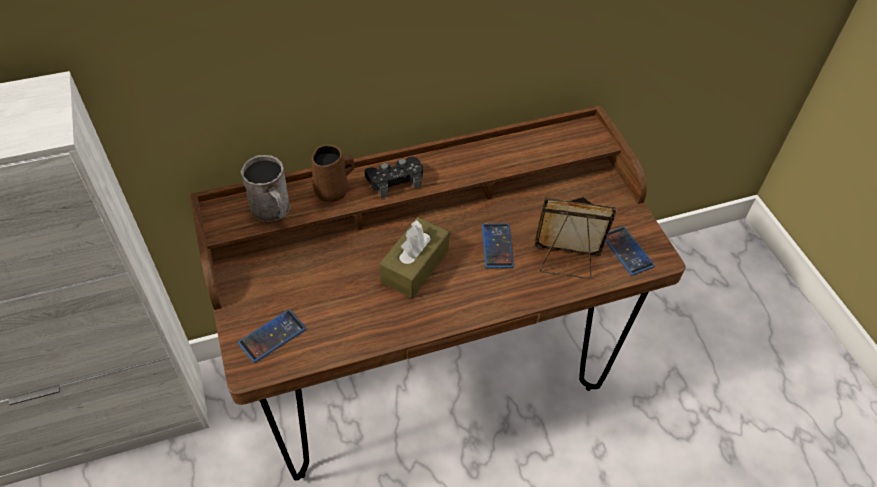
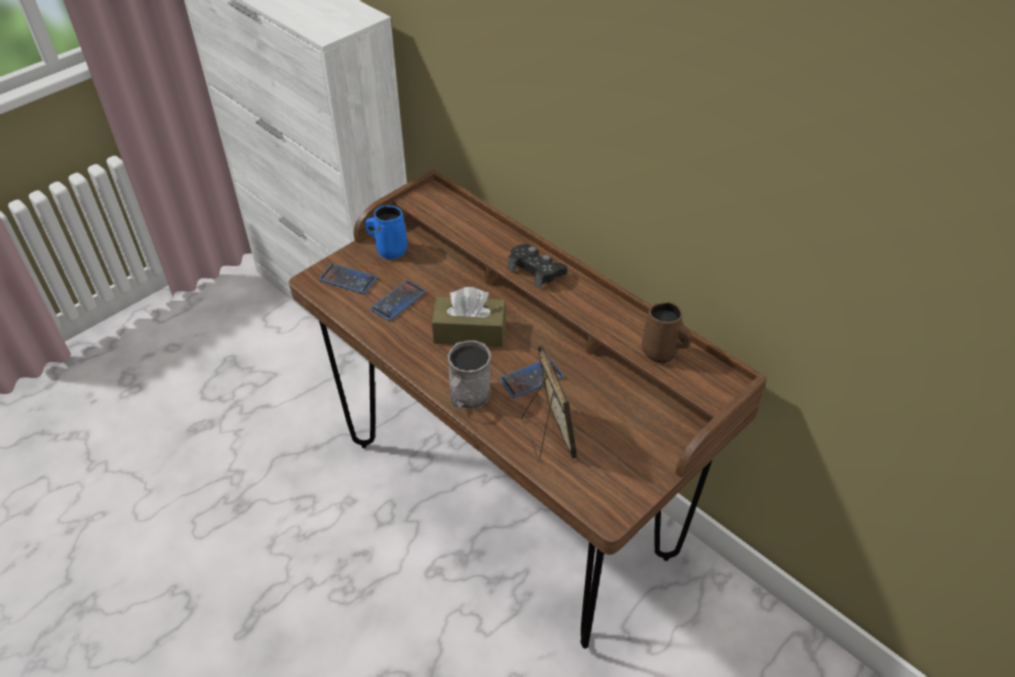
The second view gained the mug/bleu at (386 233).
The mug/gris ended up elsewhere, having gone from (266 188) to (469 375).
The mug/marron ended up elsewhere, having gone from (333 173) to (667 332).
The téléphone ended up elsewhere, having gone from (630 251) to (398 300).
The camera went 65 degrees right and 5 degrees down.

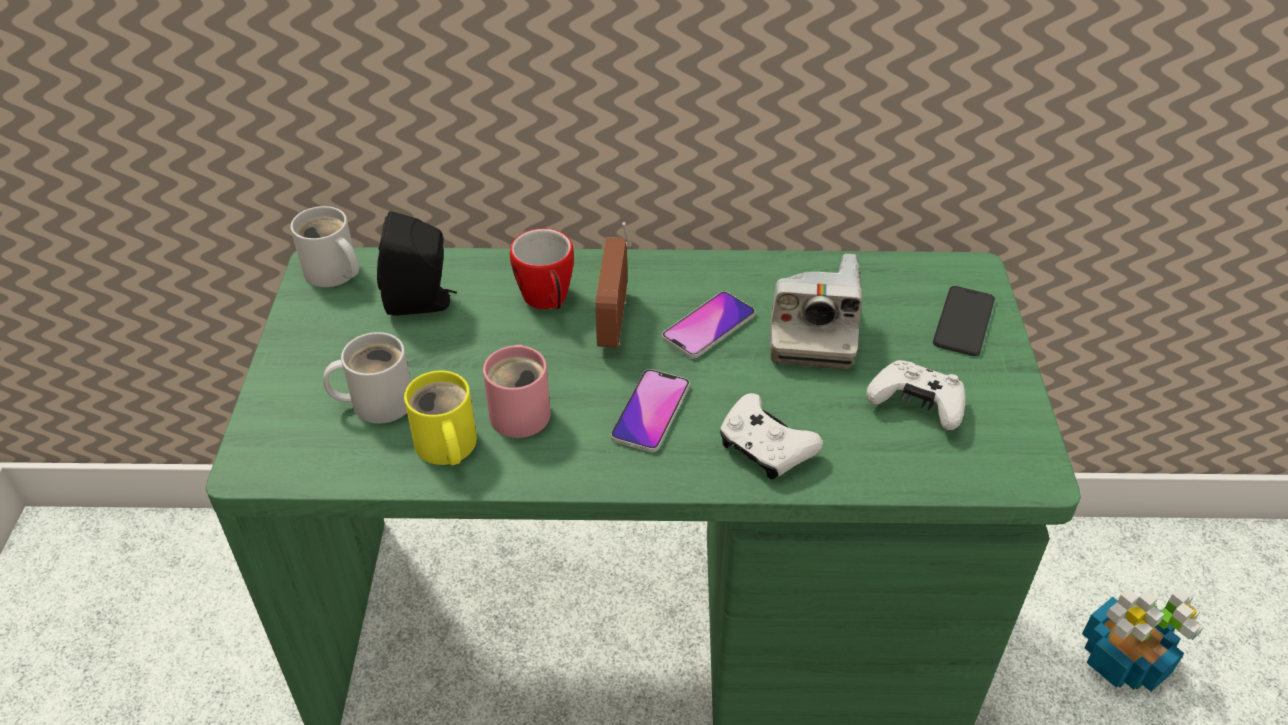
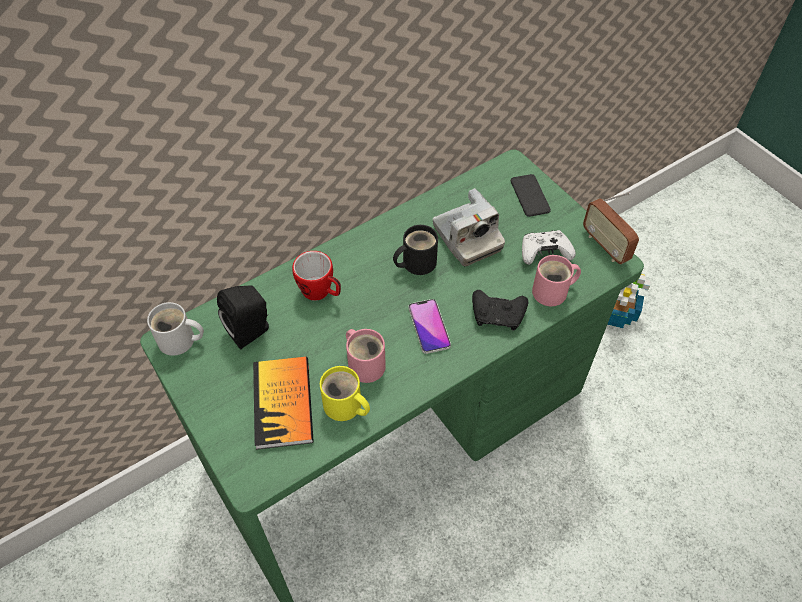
The second view gained the mug/rose at (556 280).
The radio ended up elsewhere, having gone from (613 285) to (611 228).
Where the mug/blanc stood at (367 378), the livre came to stand at (283 403).
Where the téléphone stood at (708 325), the mug/noir came to stand at (415 250).
What was the manette/blanc at (771 436) turned into the manette/noir at (500 310).
The camera went 35 degrees left and 10 degrees up.

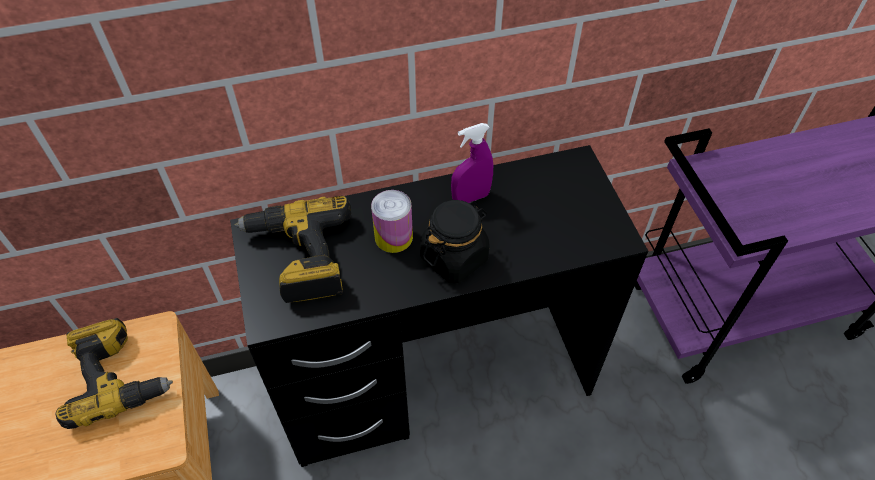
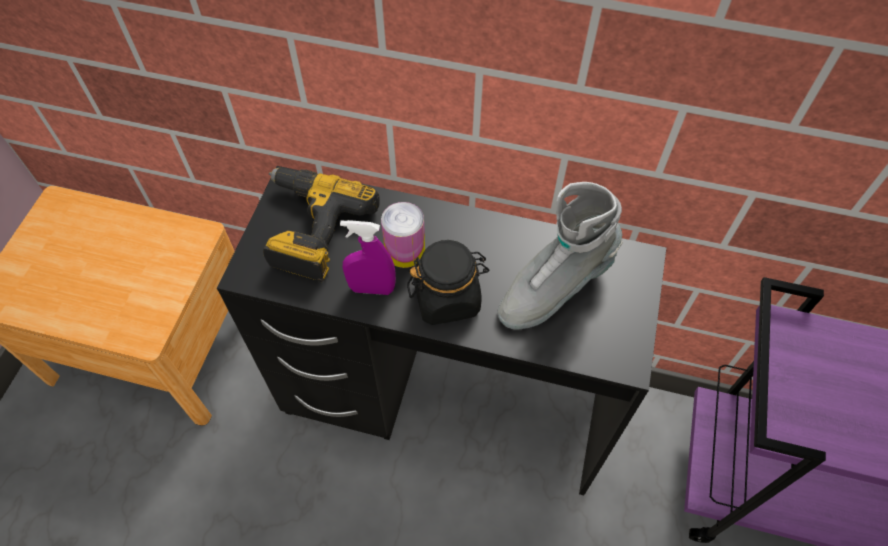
The second view lost the perceuse at (114 373).
The second view gained the botte/gris at (560 256).
The vaporisateur/violet ended up elsewhere, having gone from (472 163) to (368 257).
The camera went 30 degrees right and 5 degrees up.

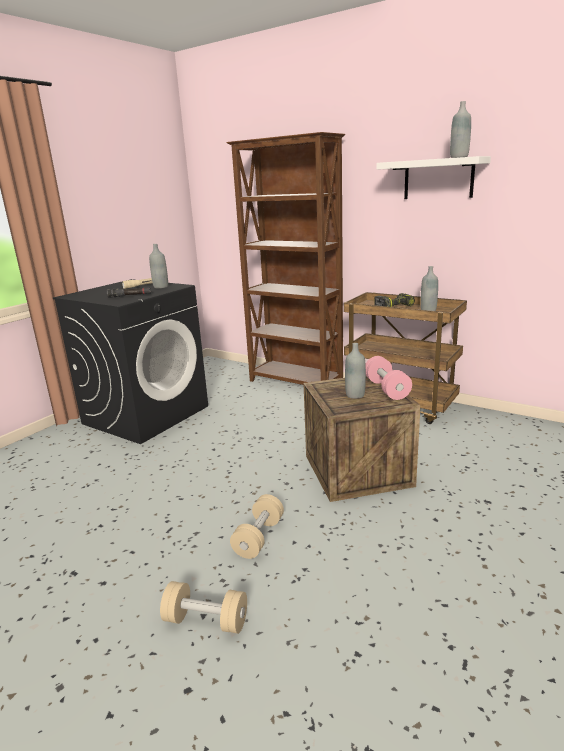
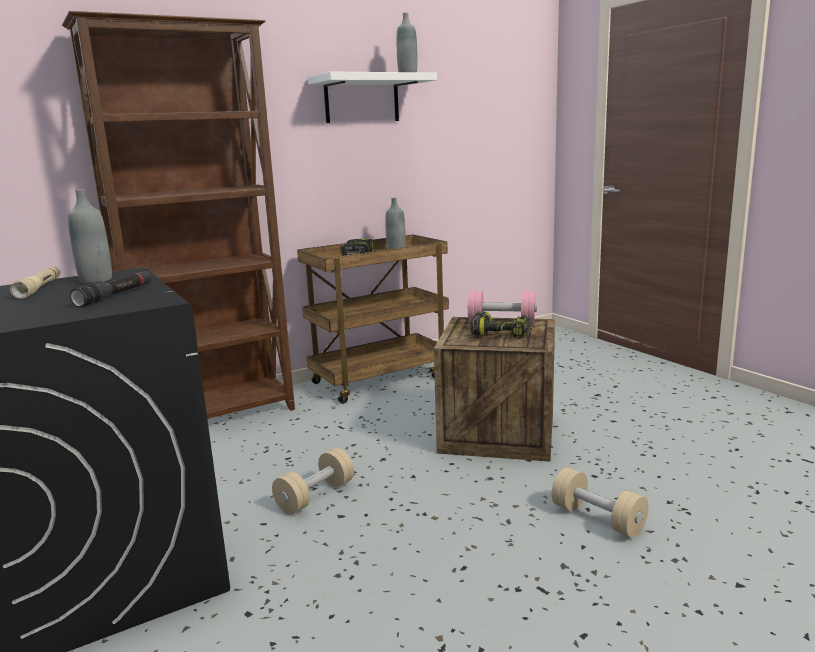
The haltère/beige ended up elsewhere, having gone from (203 607) to (313 481).
Where the bouteille/gris stood at (355 371), the perceuse came to stand at (501 324).
The camera went 65 degrees left and 5 degrees down.

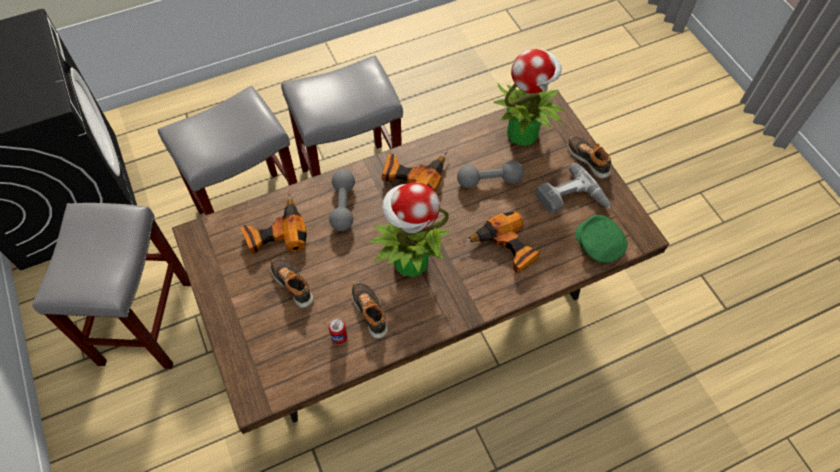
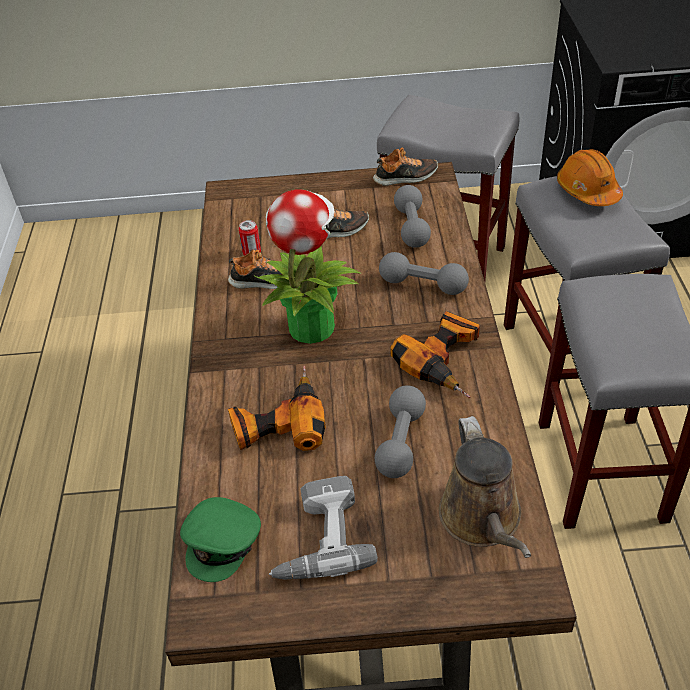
The second view gained the casque de chantier/orange at (590 177).
The chaussure ended up elsewhere, having gone from (589 157) to (405 167).
Where the perceuse stood at (273 222), the haltère/gris came to stand at (412 216).
Where the plante en pot stood at (528 97), the arrosoir/marron came to stand at (485 487).
The casquette/vert at (601 239) ended up facing another way, 120 degrees clockwise from before.
The camera went 115 degrees right and 15 degrees down.

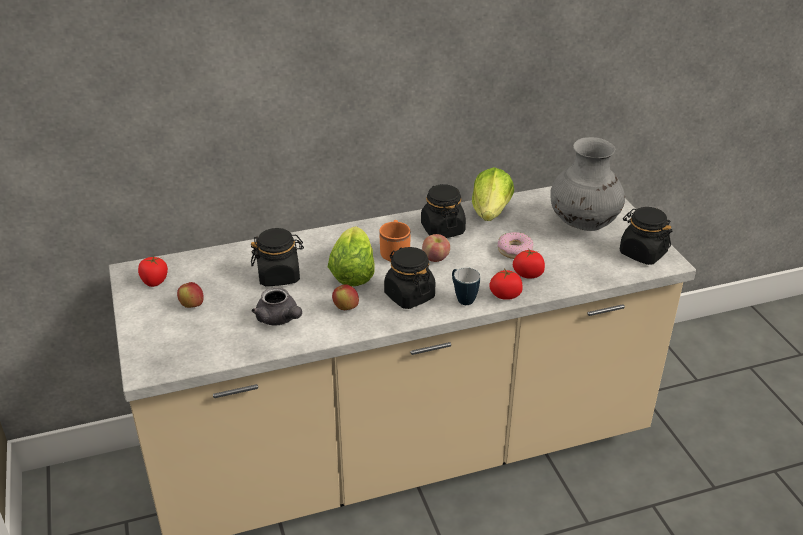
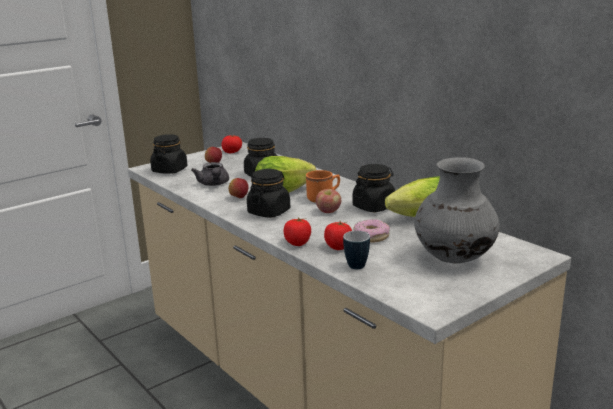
The mug ended up elsewhere, having gone from (466 286) to (356 250).
The bocal/noir ended up elsewhere, having gone from (646 236) to (168 154).
The théière/gris at (277 306) ended up facing another way, 45 degrees counterclockwise from before.
The camera went 70 degrees right and 15 degrees down.

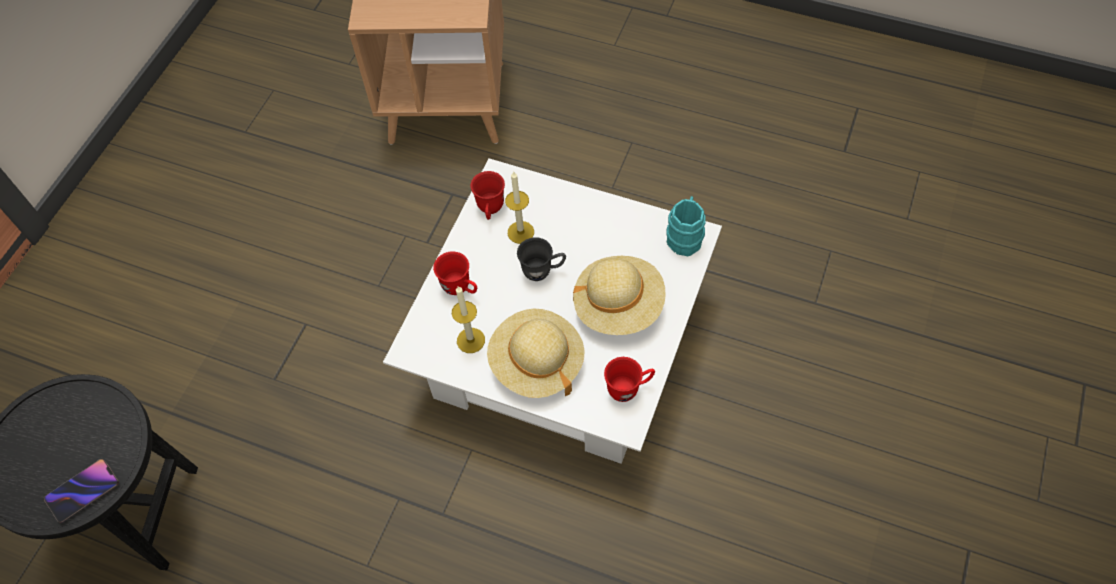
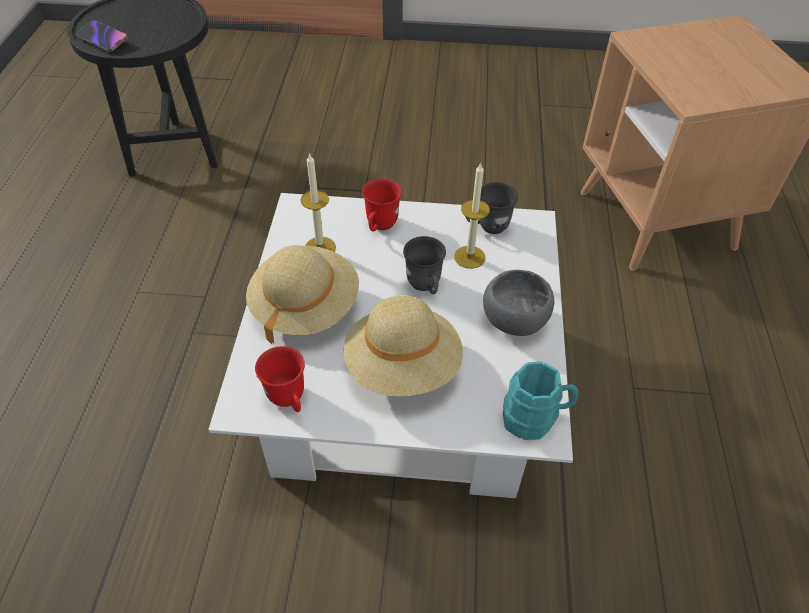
The second view gained the bol/gris at (518 303).
What was the mug/rouge at (487 195) turned into the mug/gris at (491 208).
The camera went 70 degrees right and 10 degrees down.

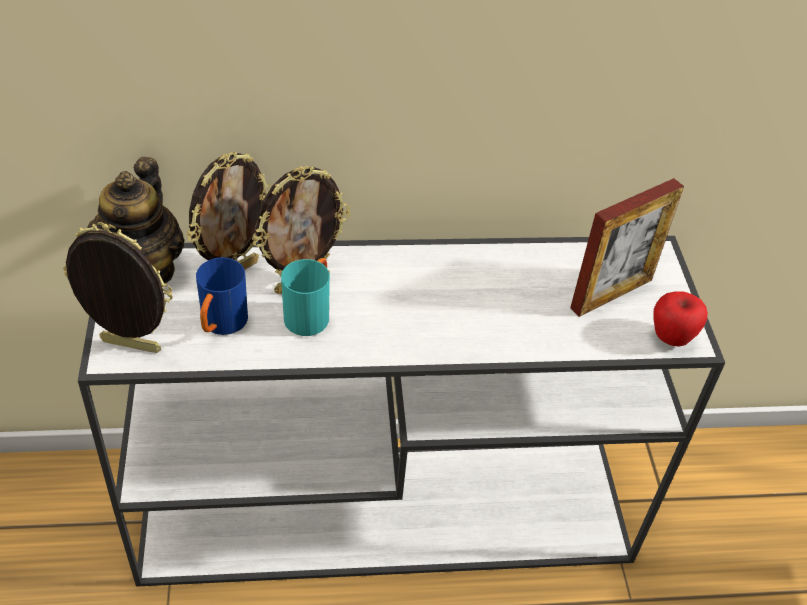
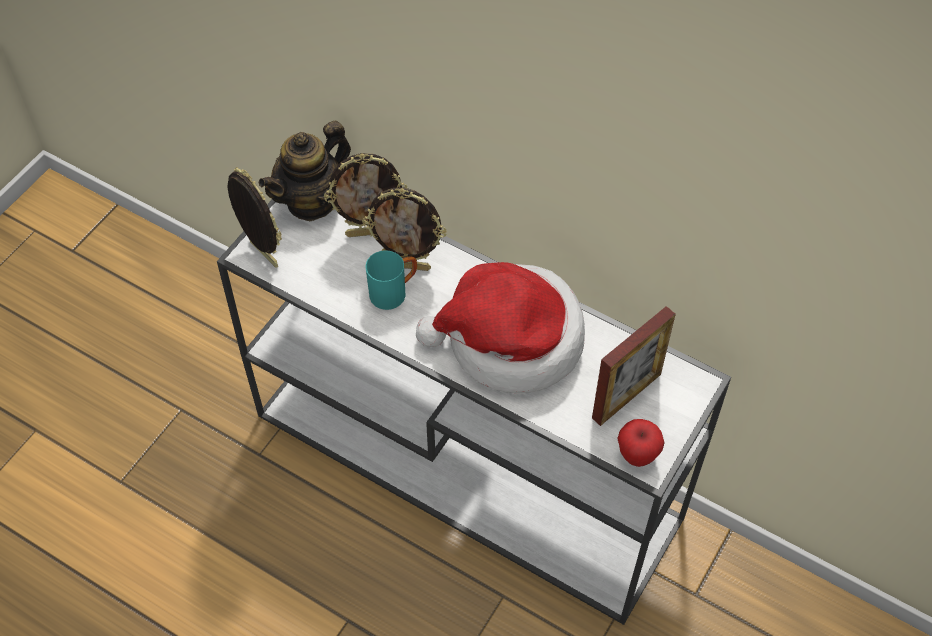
The second view lost the mug/bleu at (222 296).
The second view gained the chapeau at (500 327).
The cadre photo at (627 247) ended up facing another way, 45 degrees counterclockwise from before.
The camera went 40 degrees right and 10 degrees up.

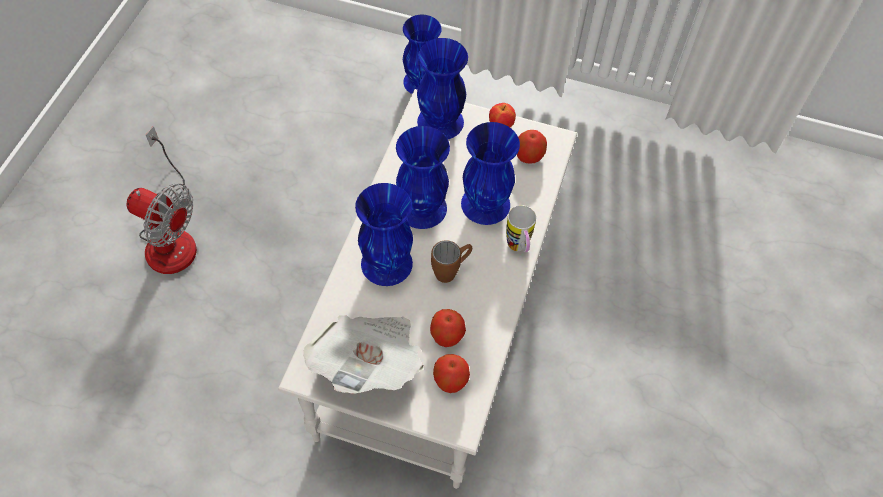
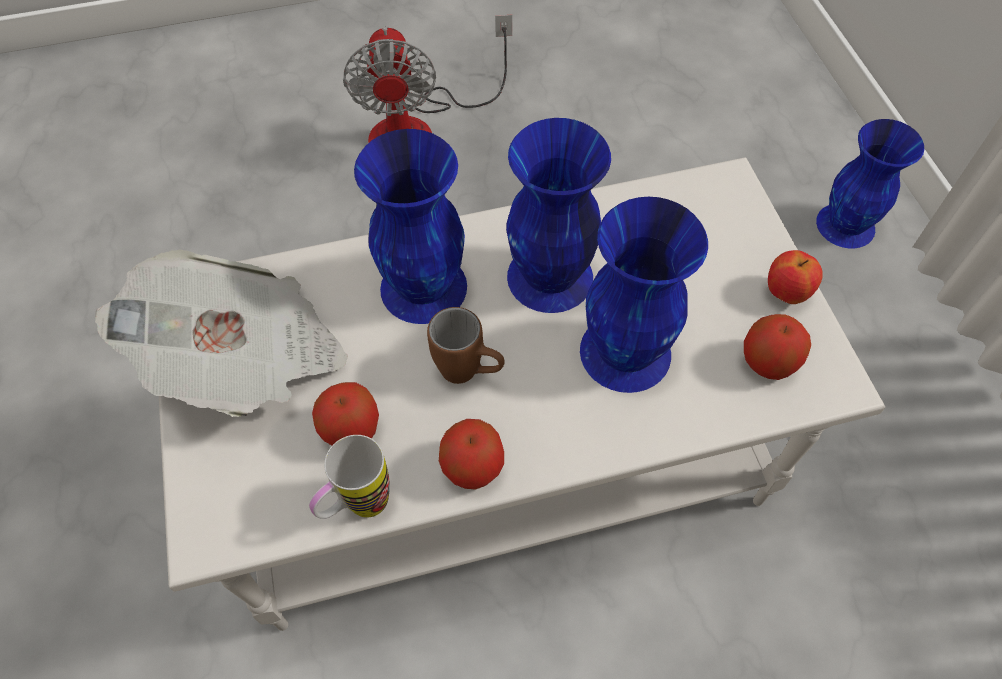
The second view lost the vase/bleu at (442 88).
The pomme ended up elsewhere, having gone from (451 373) to (471 454).
The mug ended up elsewhere, having gone from (521 228) to (349 477).
The camera went 60 degrees right and 0 degrees up.

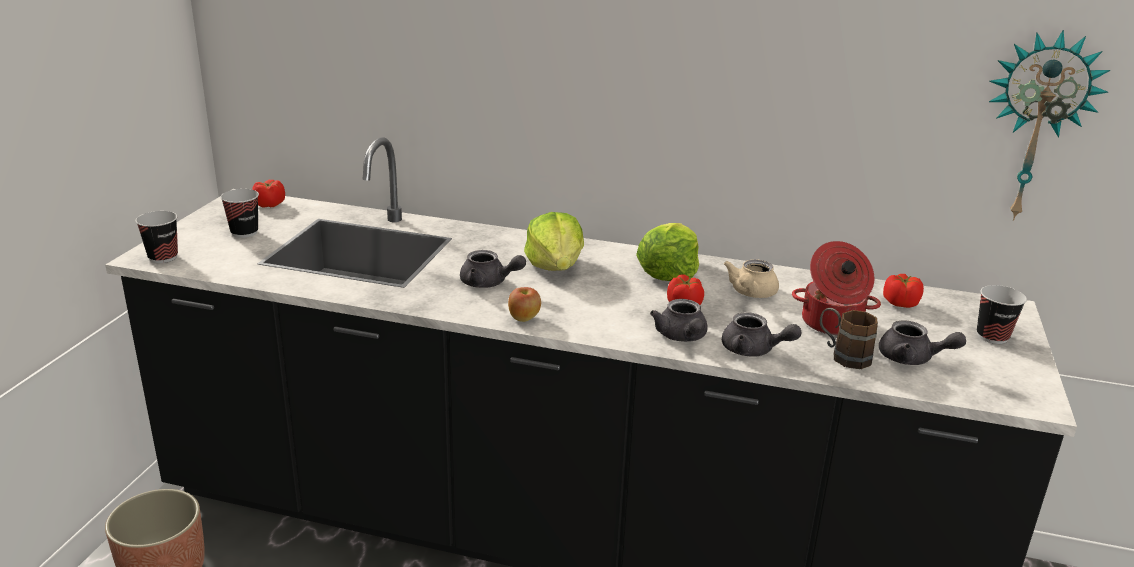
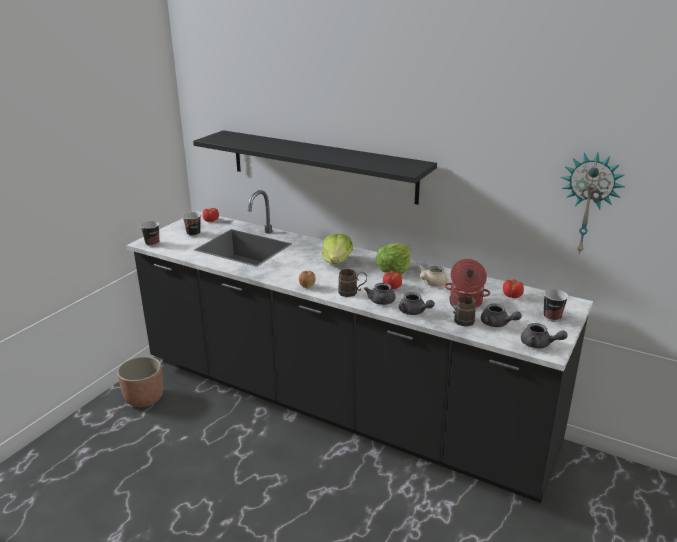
The second view gained the étagère/noir at (315 167).
The second view gained the mug/marron at (352 283).
The théière/gris ended up elsewhere, having gone from (493 269) to (544 335).
The camera went 15 degrees right and 0 degrees up.

